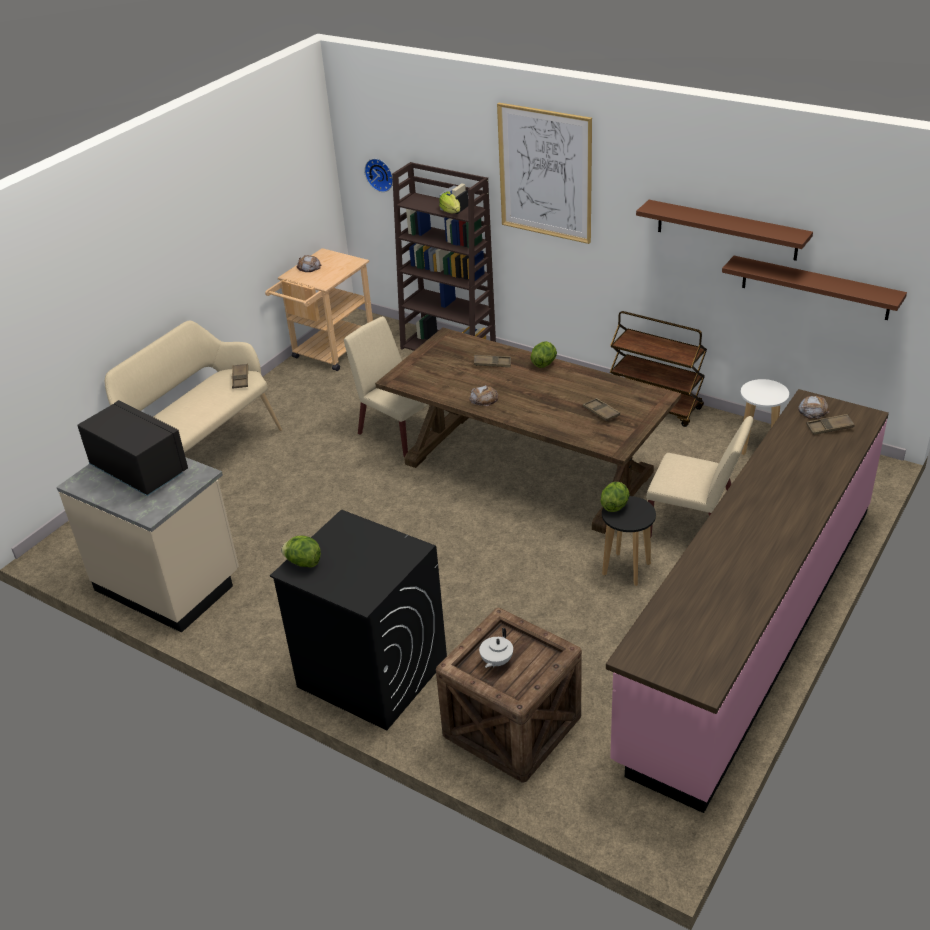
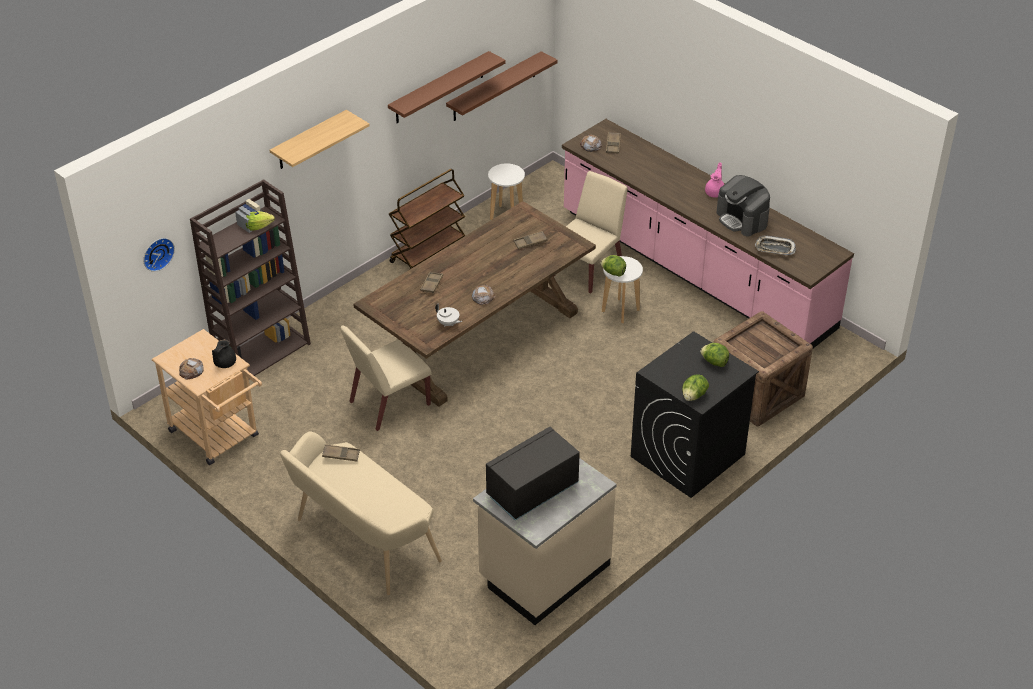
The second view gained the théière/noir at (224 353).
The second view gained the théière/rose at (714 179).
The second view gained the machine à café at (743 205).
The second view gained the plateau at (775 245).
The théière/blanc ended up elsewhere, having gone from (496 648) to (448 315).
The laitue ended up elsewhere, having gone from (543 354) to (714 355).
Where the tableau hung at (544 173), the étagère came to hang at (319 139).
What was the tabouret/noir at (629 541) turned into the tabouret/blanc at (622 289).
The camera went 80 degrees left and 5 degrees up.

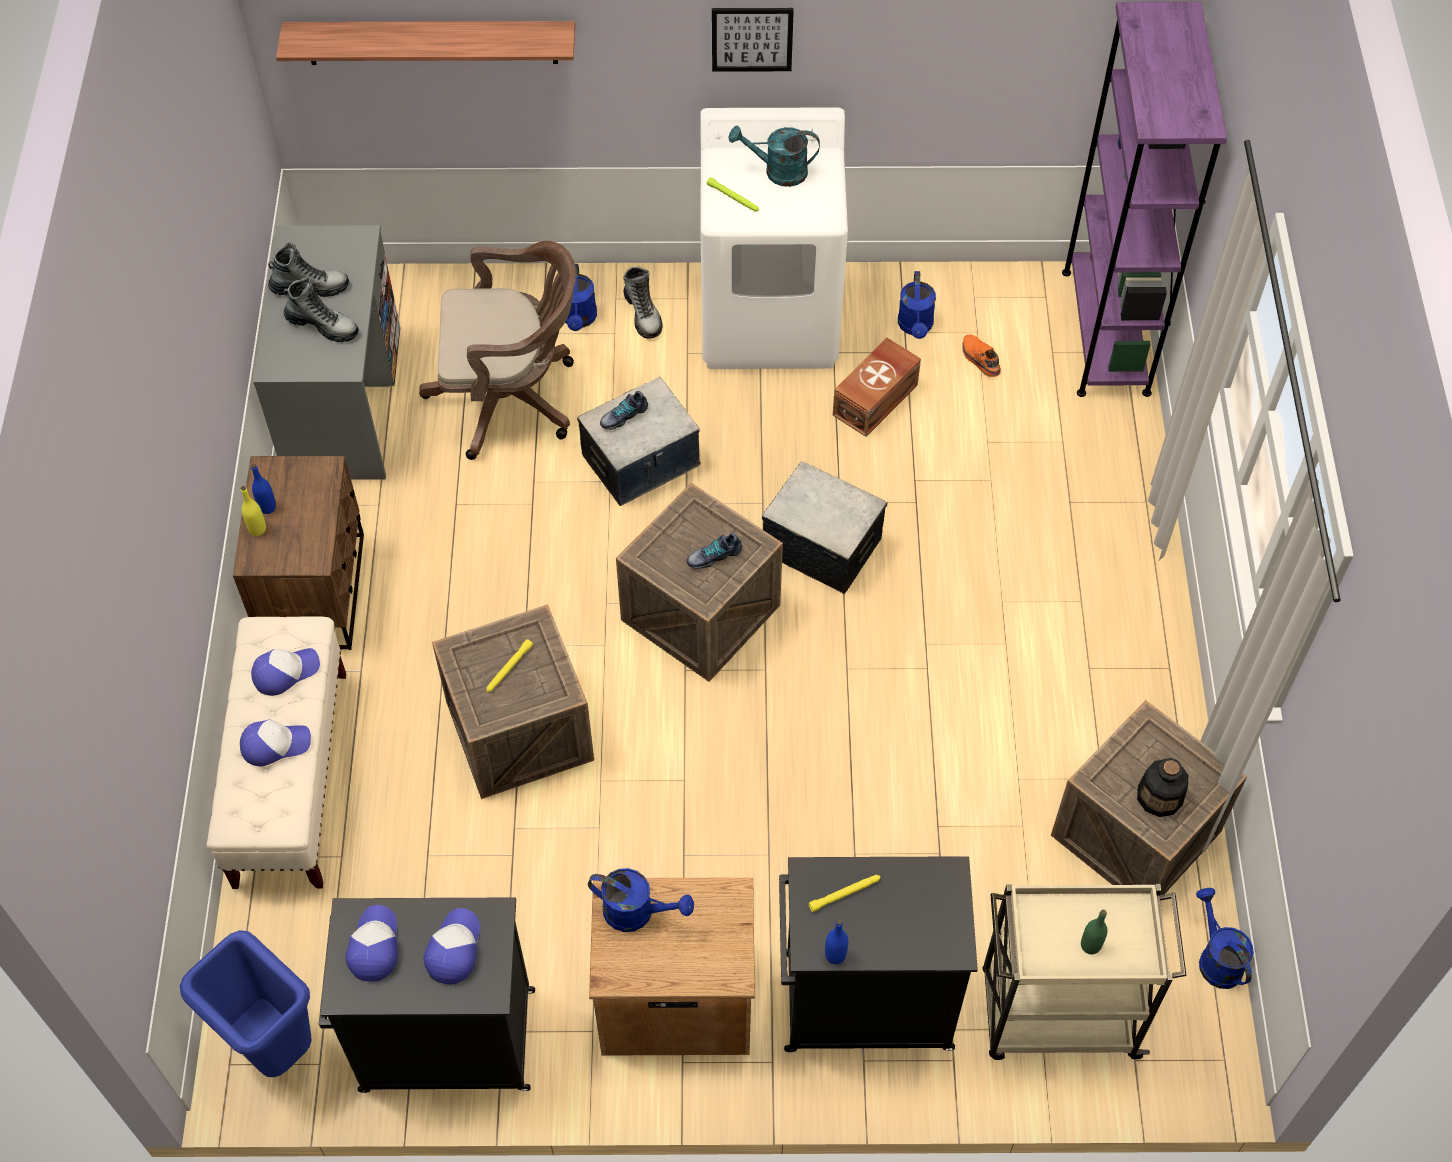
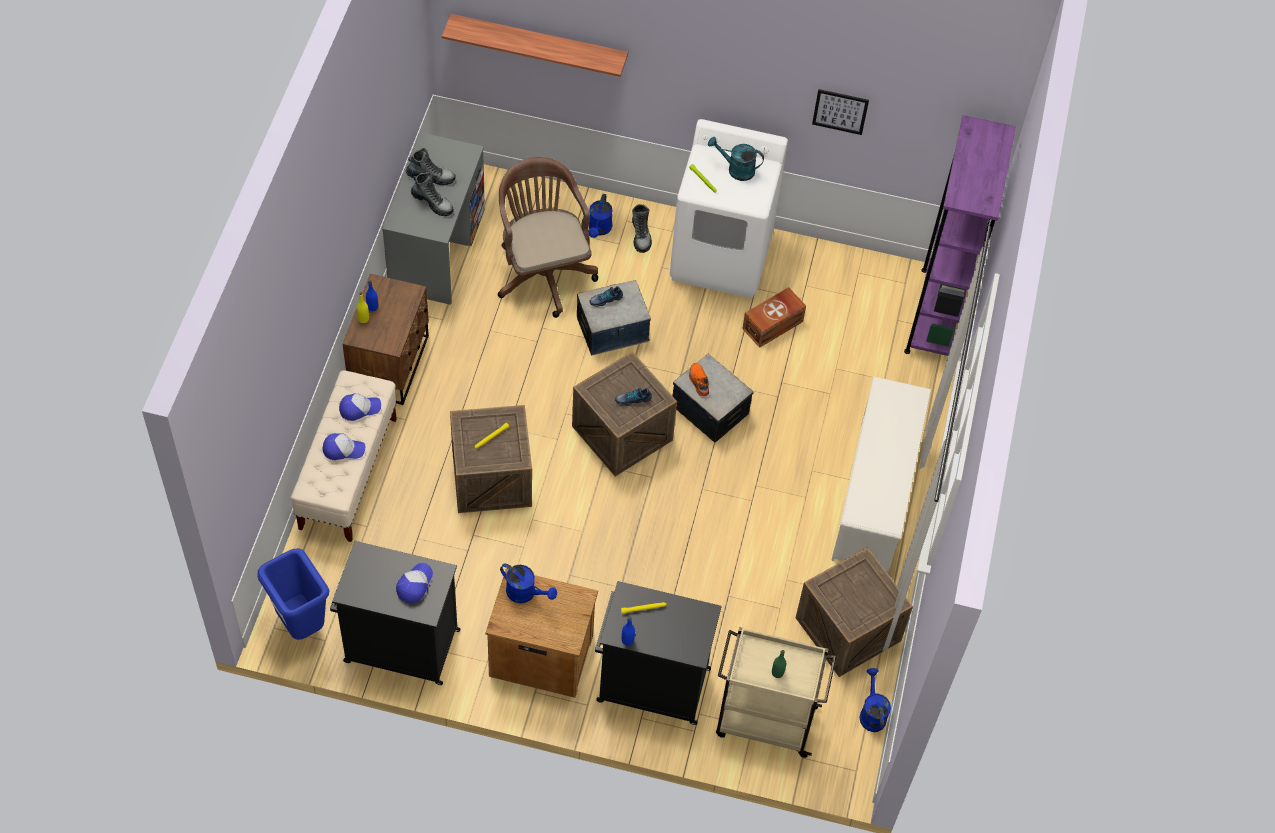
The second view lost the casquette at (372 943).
The second view lost the arrosoir/bleu at (917 305).
The second view lost the bouteille at (1162 787).
The second view gained the étagère à chaussures/blanc at (881 474).
The tableau ended up elsewhere, having gone from (753 40) to (840 112).
The chaussure/orange ended up elsewhere, having gone from (981 356) to (699 380).
The chaise de bureau/marron at (497 350) ended up facing another way, 120 degrees counterclockwise from before.
The camera went 10 degrees right and 0 degrees up.

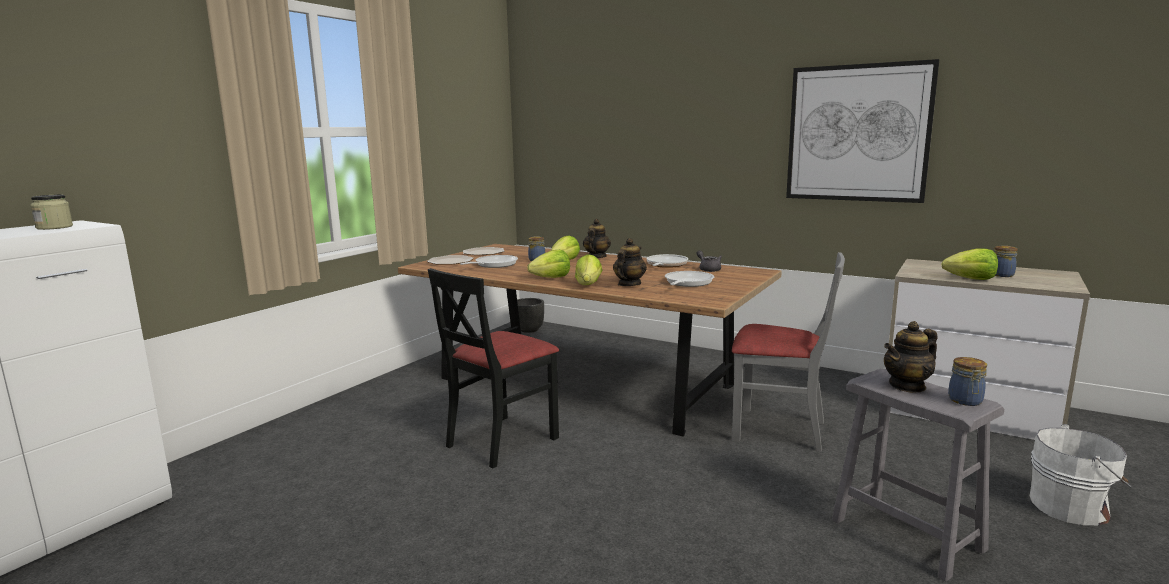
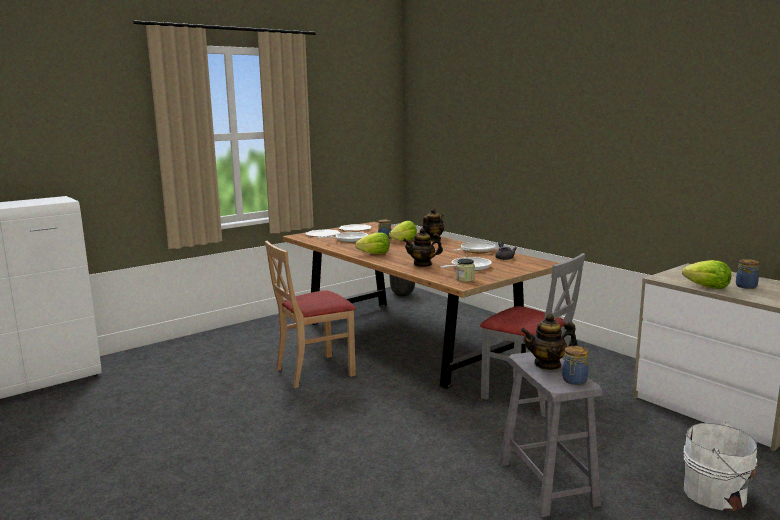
The second view lost the laitue at (588 269).
The second view lost the tableau at (862 131).
The bocal ended up elsewhere, having gone from (51 212) to (465 270).
What was the chaise/noir at (493 368) turned into the chaise/beige at (310 314).
The théière at (630 262) ended up facing another way, 150 degrees counterclockwise from before.
The camera went 20 degrees right and 0 degrees up.

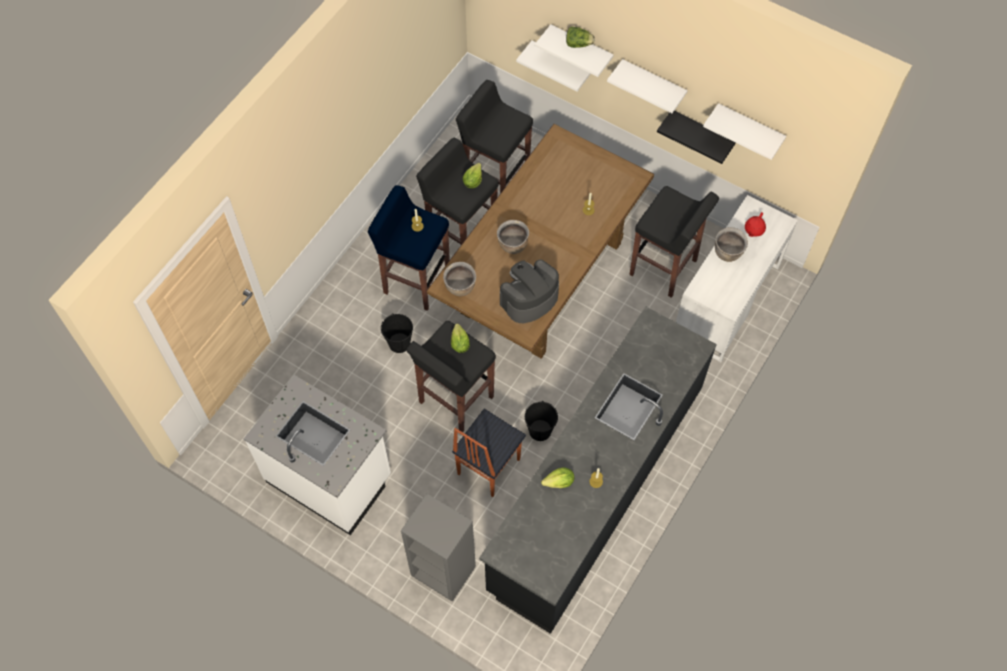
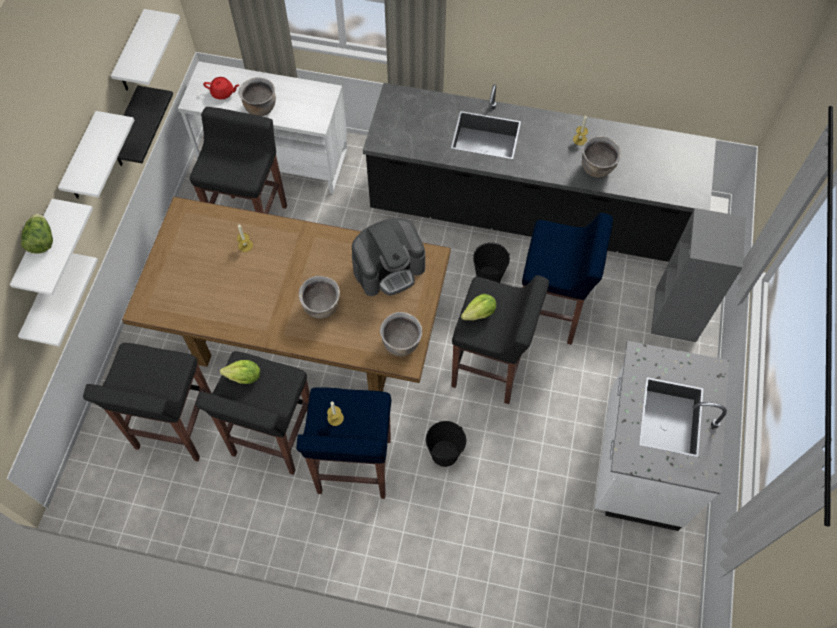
Where the chaise stood at (489 453), the tabouret/bleu came to stand at (567 279).
Where the laitue stood at (557 477), the marmite/marron came to stand at (601 156).
The machine à café at (529 292) ended up facing another way, 60 degrees counterclockwise from before.
The camera went 110 degrees left and 0 degrees up.

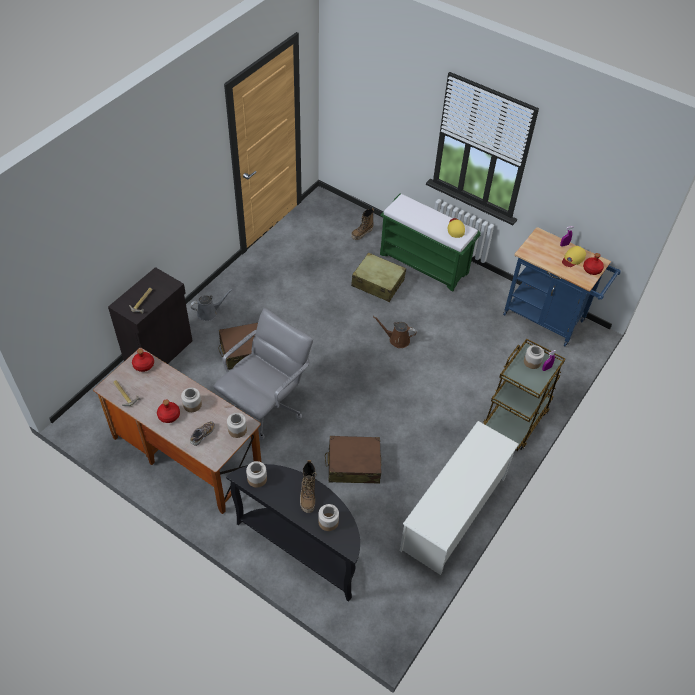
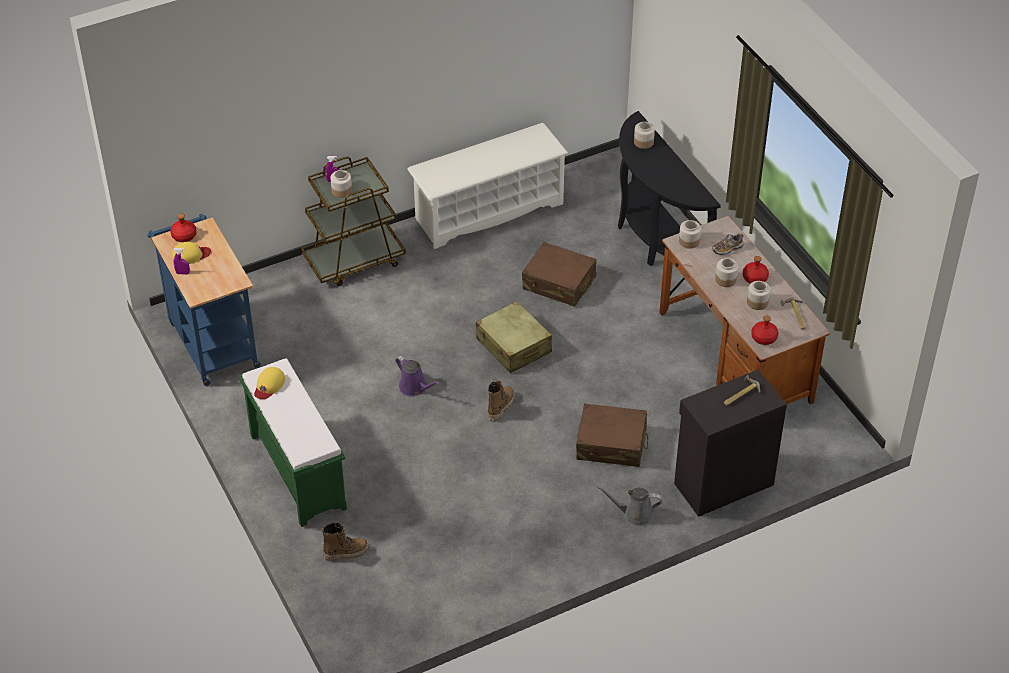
The second view lost the chaise de bureau/gris at (263 374).
The bocal ended up elsewhere, having gone from (256 474) to (758 295).
The botte ended up elsewhere, having gone from (308 486) to (501 401).
The valise/beige ended up elsewhere, having gone from (378 277) to (514 337).
What was the arrosoir/marron at (395 332) turned into the arrosoir/violet at (417 376).
The camera went 150 degrees left and 5 degrees down.

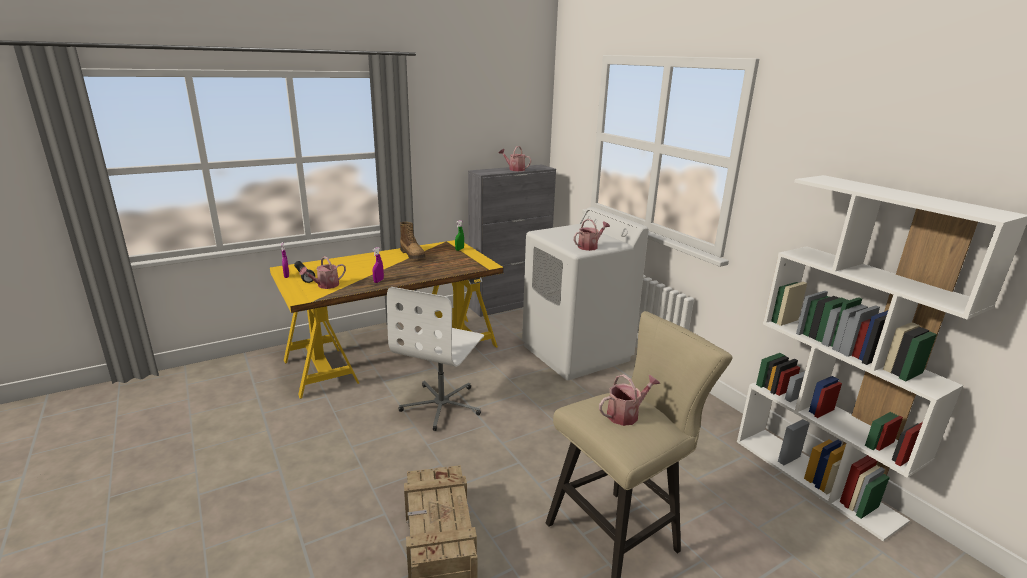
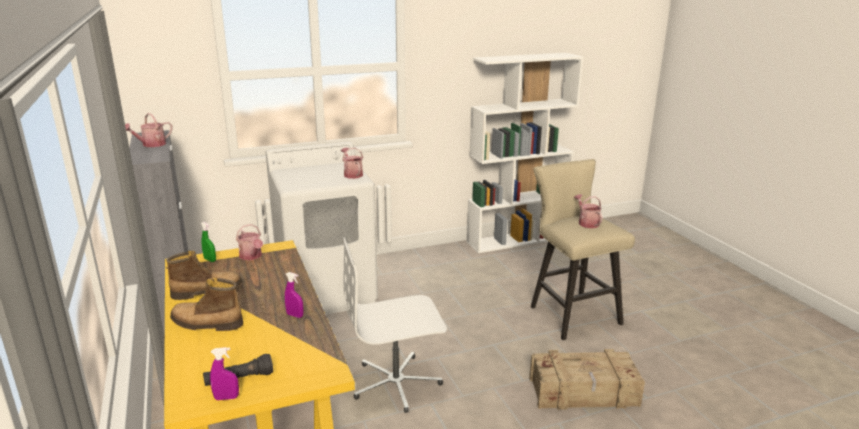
The second view gained the botte at (206 304).
The arrosoir ended up elsewhere, having gone from (322 272) to (249 242).
The chaise de bureau/blanc at (435 359) ended up facing another way, 135 degrees clockwise from before.
The camera went 80 degrees left and 0 degrees up.

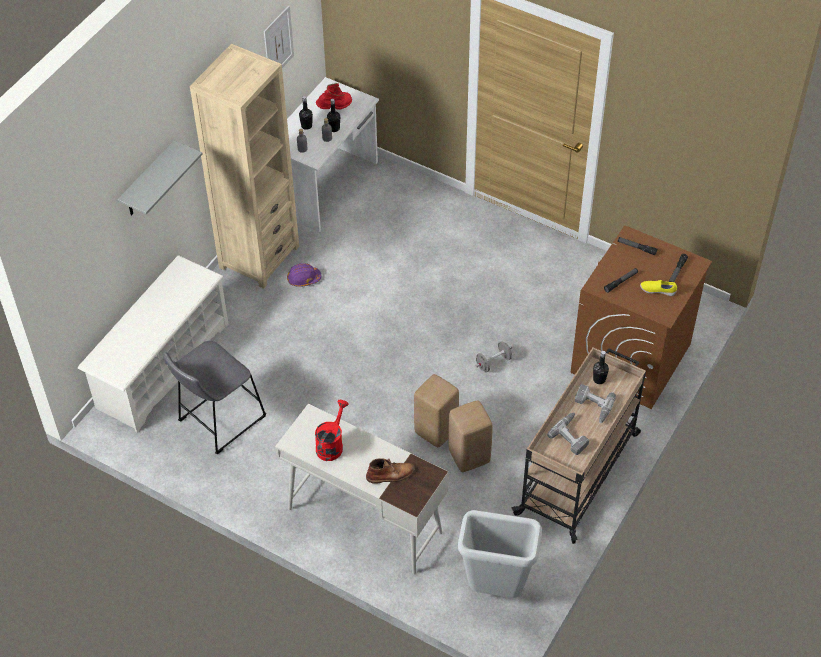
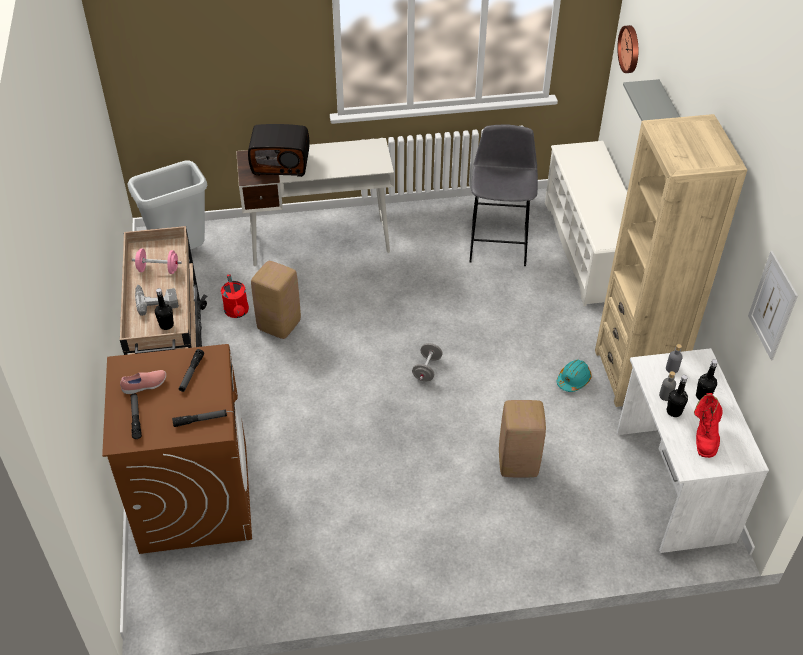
The second view gained the horloge murale at (627 49).
The arrosoir/rouge ended up elsewhere, having gone from (332 430) to (235 296).
The tabouret/beige ended up elsewhere, having gone from (436 410) to (522 438).
The haltère/gris ended up elsewhere, having gone from (494 356) to (427 362).
Where the botte/marron stood at (390 470), the radio came to stand at (278 150).
Where the perceuse stood at (568 433), the haltère/rose came to stand at (157 261).
What was the casque de chantier/violet at (304 275) turned into the casque de chantier/turquoise at (574 376).
What was the chaussure/jaune at (658 288) turned into the chaussure/rose at (143 382).
The camera went 140 degrees right and 5 degrees down.

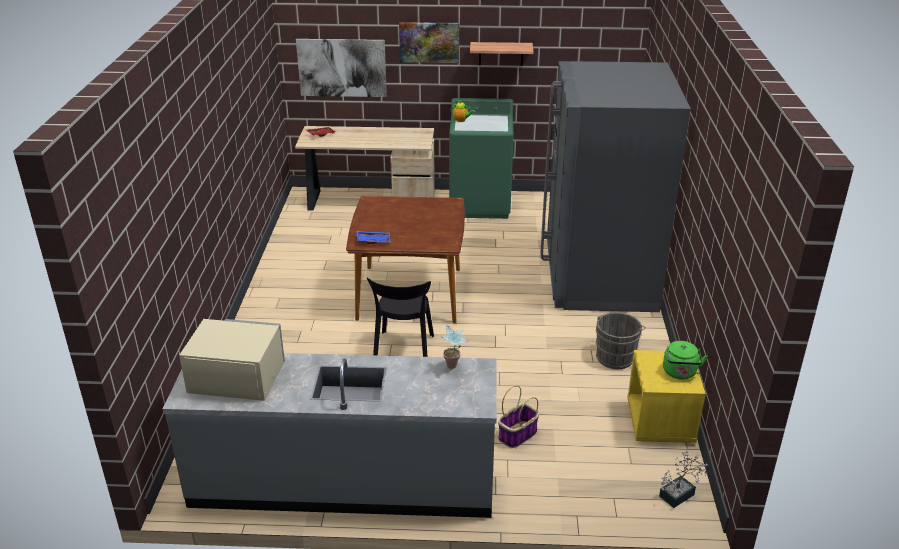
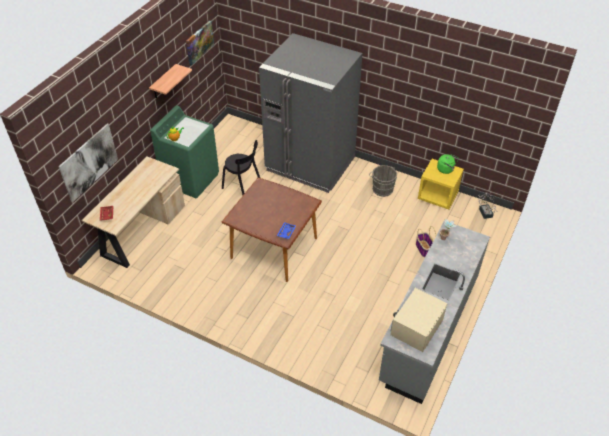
The chaise/noir ended up elsewhere, having gone from (400 317) to (241 167).
The tableau ended up elsewhere, having gone from (429 42) to (200 43).
The camera went 65 degrees left and 15 degrees up.

